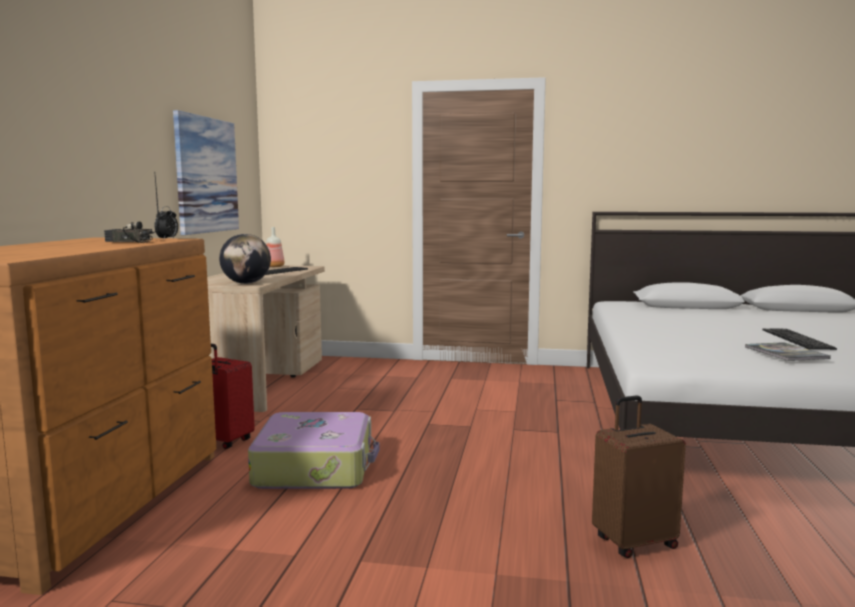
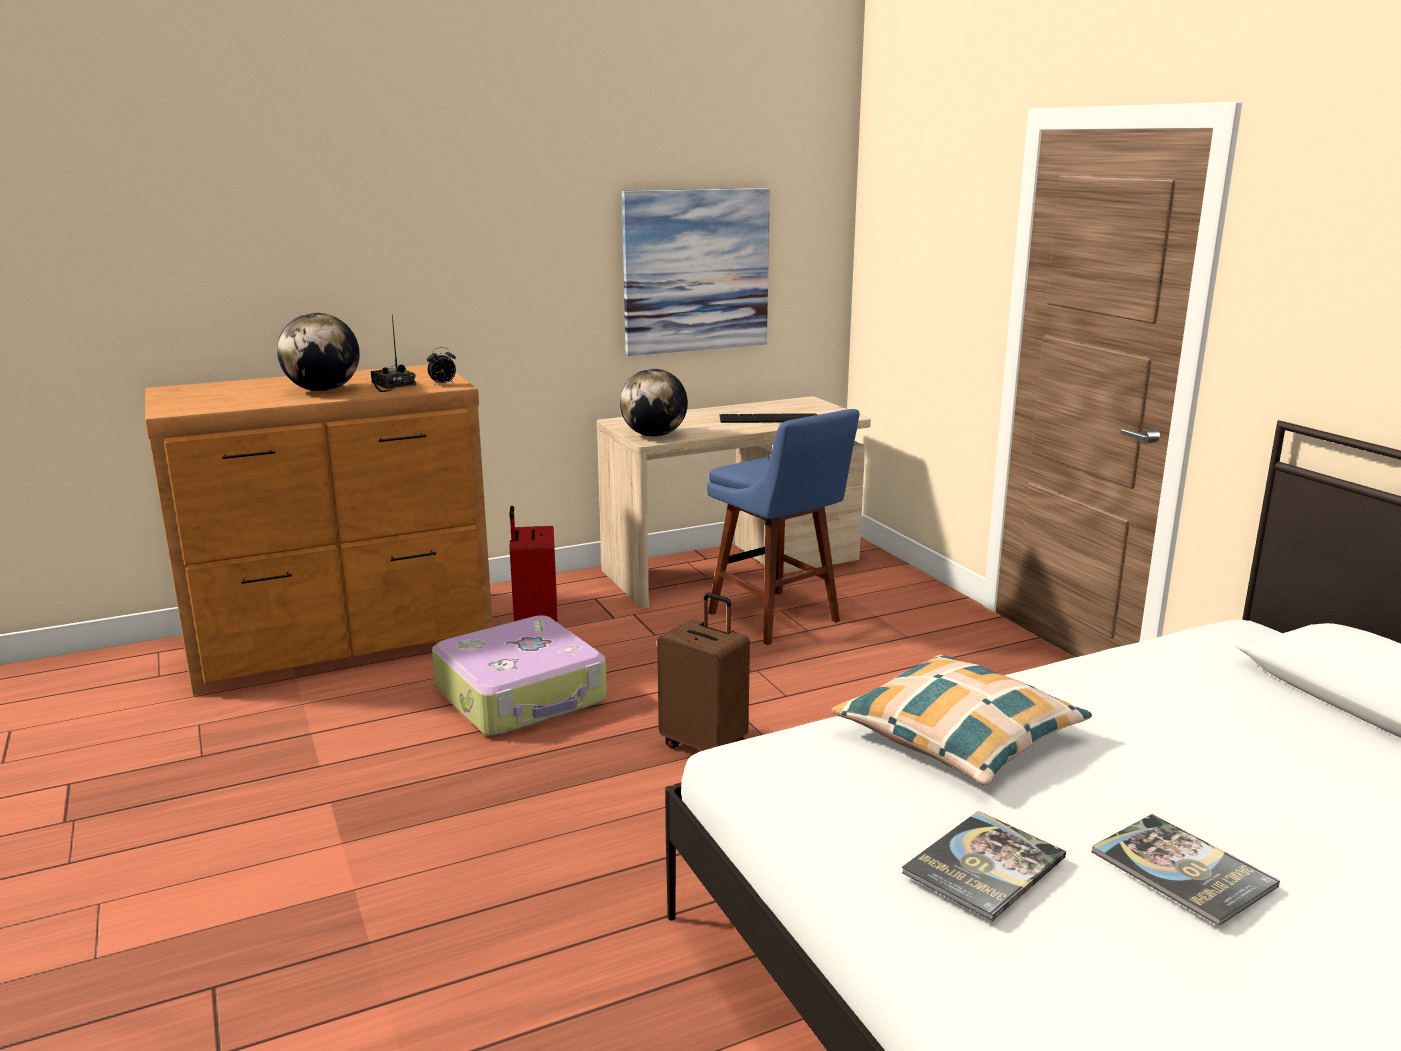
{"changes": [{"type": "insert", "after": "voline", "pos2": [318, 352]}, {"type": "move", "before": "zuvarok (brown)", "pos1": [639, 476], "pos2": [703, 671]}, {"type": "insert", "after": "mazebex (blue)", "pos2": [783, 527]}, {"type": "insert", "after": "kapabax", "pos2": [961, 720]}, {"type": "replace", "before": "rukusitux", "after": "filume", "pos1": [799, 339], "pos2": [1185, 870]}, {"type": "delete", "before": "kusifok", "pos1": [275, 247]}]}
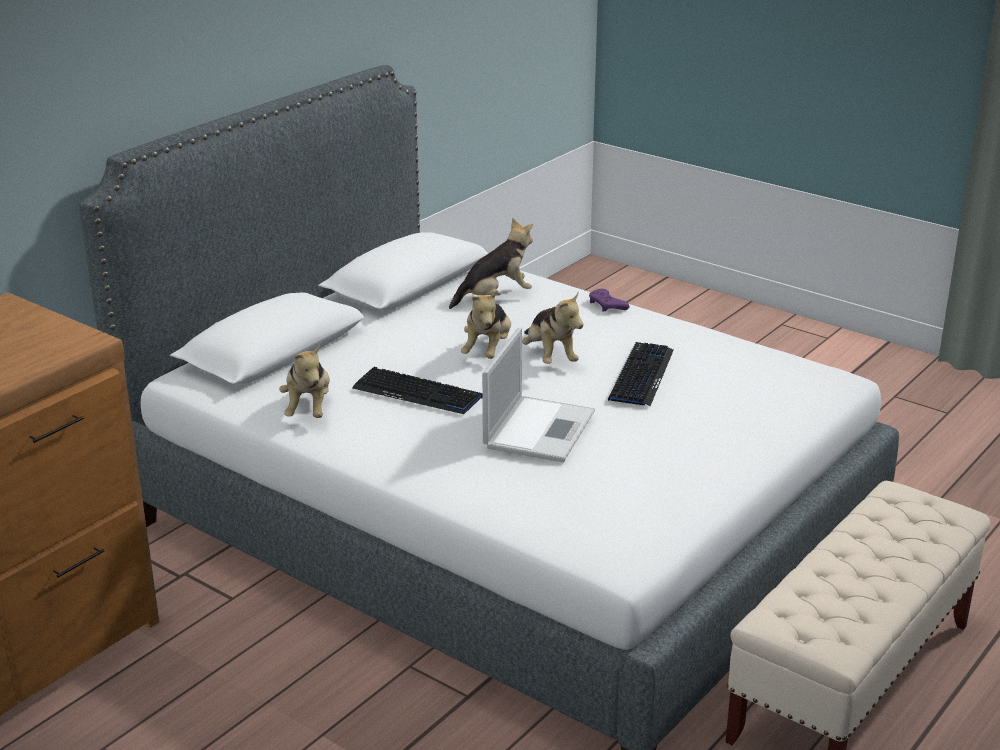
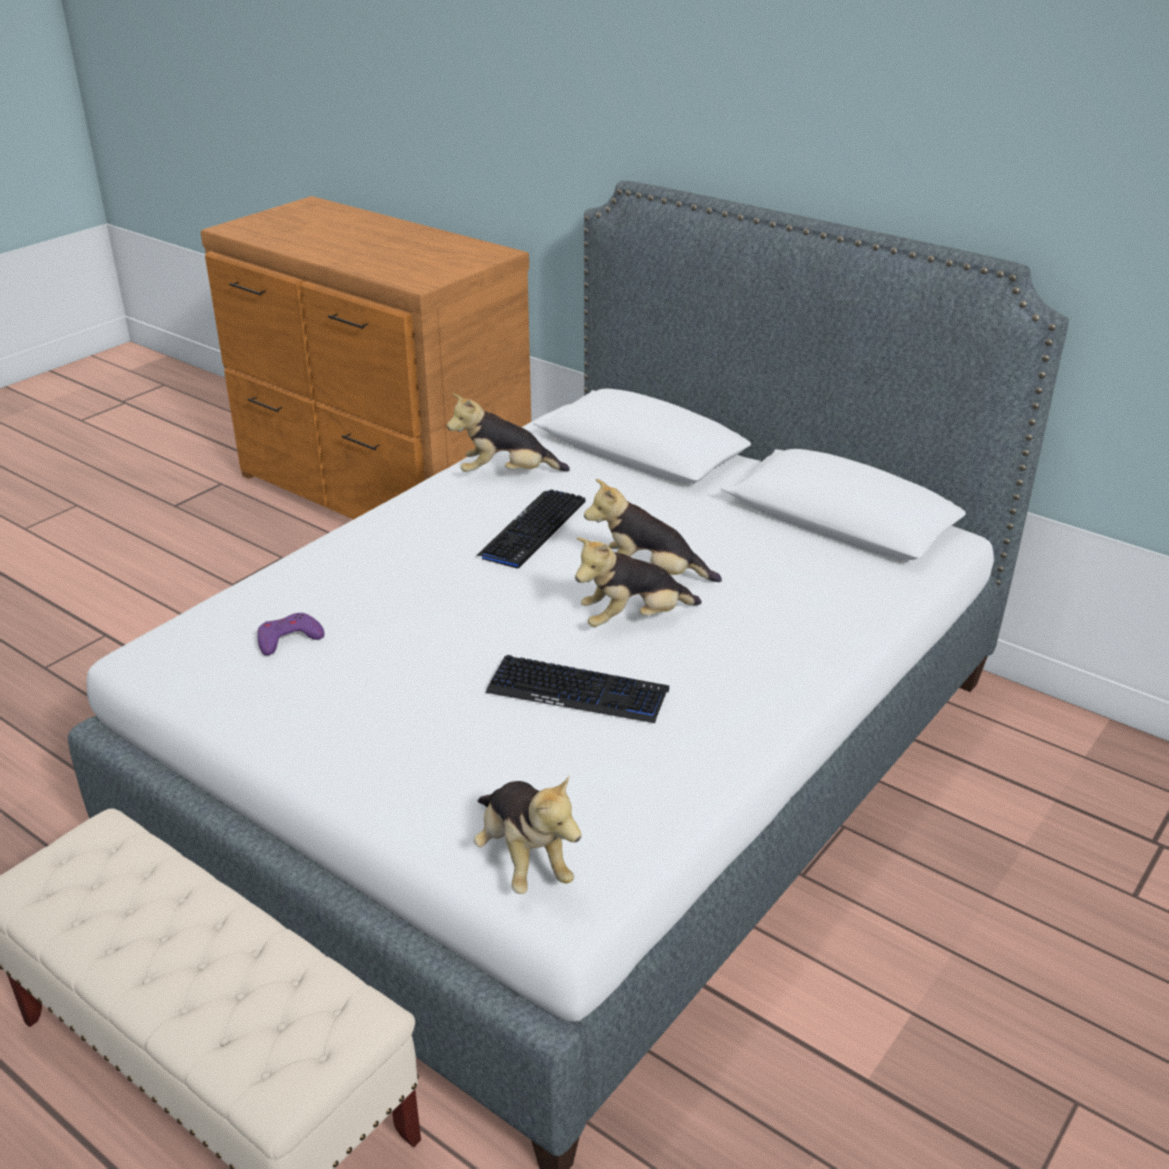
{"changes": [{"type": "move", "before": "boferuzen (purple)", "pos1": [609, 300], "pos2": [290, 634]}, {"type": "move", "before": "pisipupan", "pos1": [491, 263], "pos2": [527, 834]}, {"type": "delete", "before": "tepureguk", "pos1": [538, 394]}]}
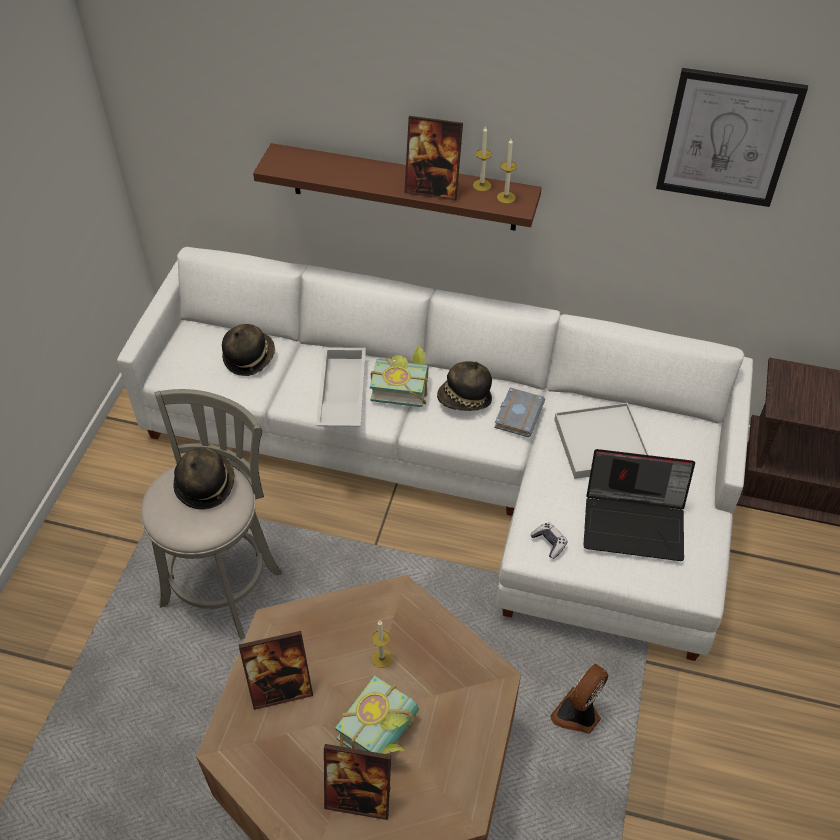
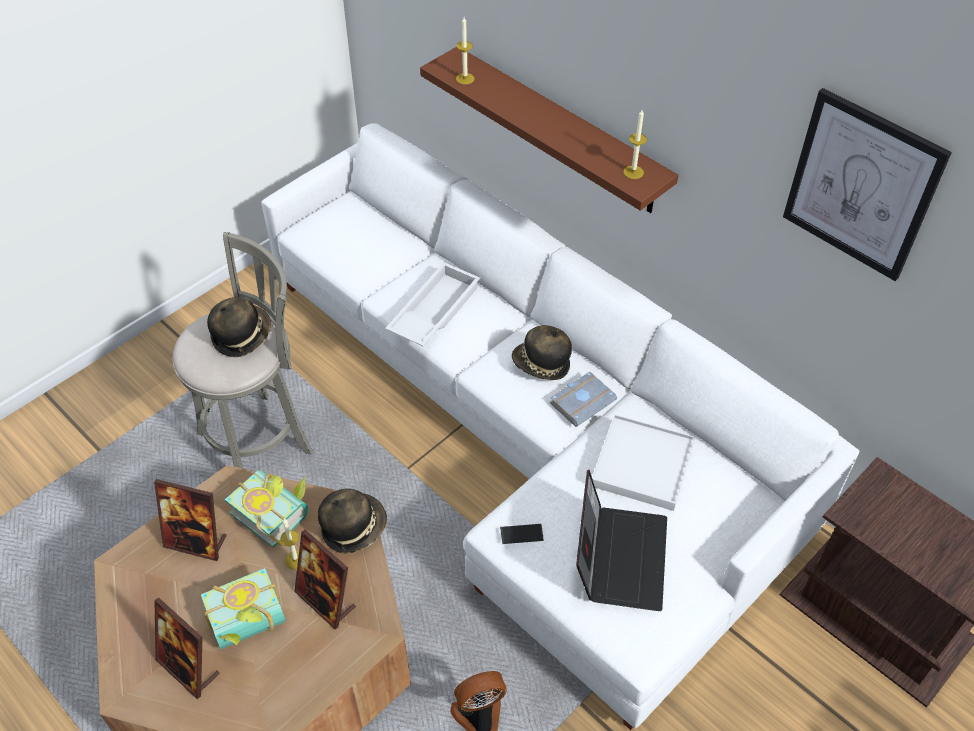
{"changes": [{"type": "move", "before": "filume", "pos1": [399, 376], "pos2": [266, 509]}, {"type": "move", "before": "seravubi", "pos1": [433, 158], "pos2": [325, 579]}, {"type": "move", "before": "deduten", "pos1": [248, 350], "pos2": [352, 521]}, {"type": "move", "before": "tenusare", "pos1": [482, 158], "pos2": [465, 51]}, {"type": "replace", "before": "boferuzen", "after": "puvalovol", "pos1": [548, 540], "pos2": [522, 534]}, {"type": "rotate", "before": "tepureguk", "pos1": [639, 505], "pos2": [621, 540], "turn": -120}]}
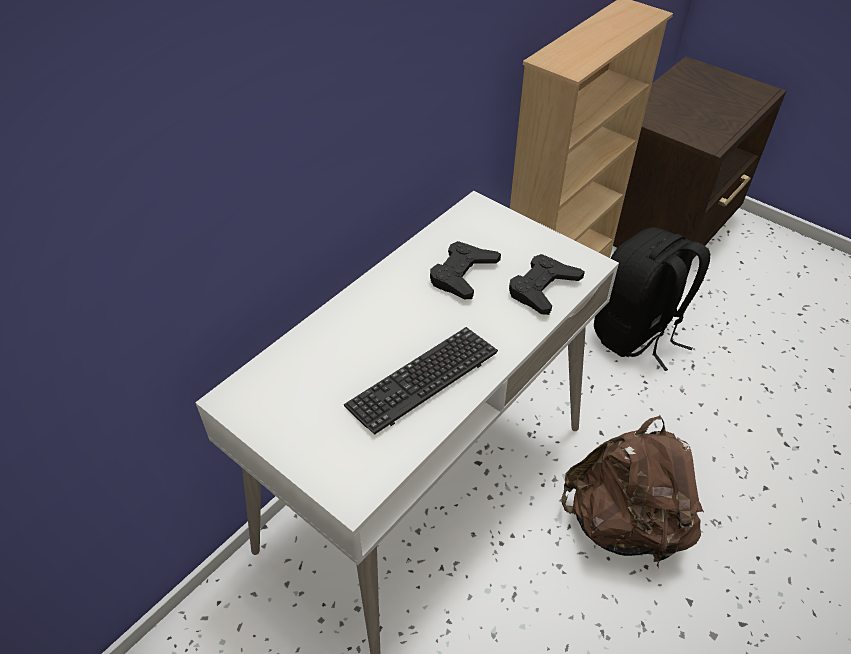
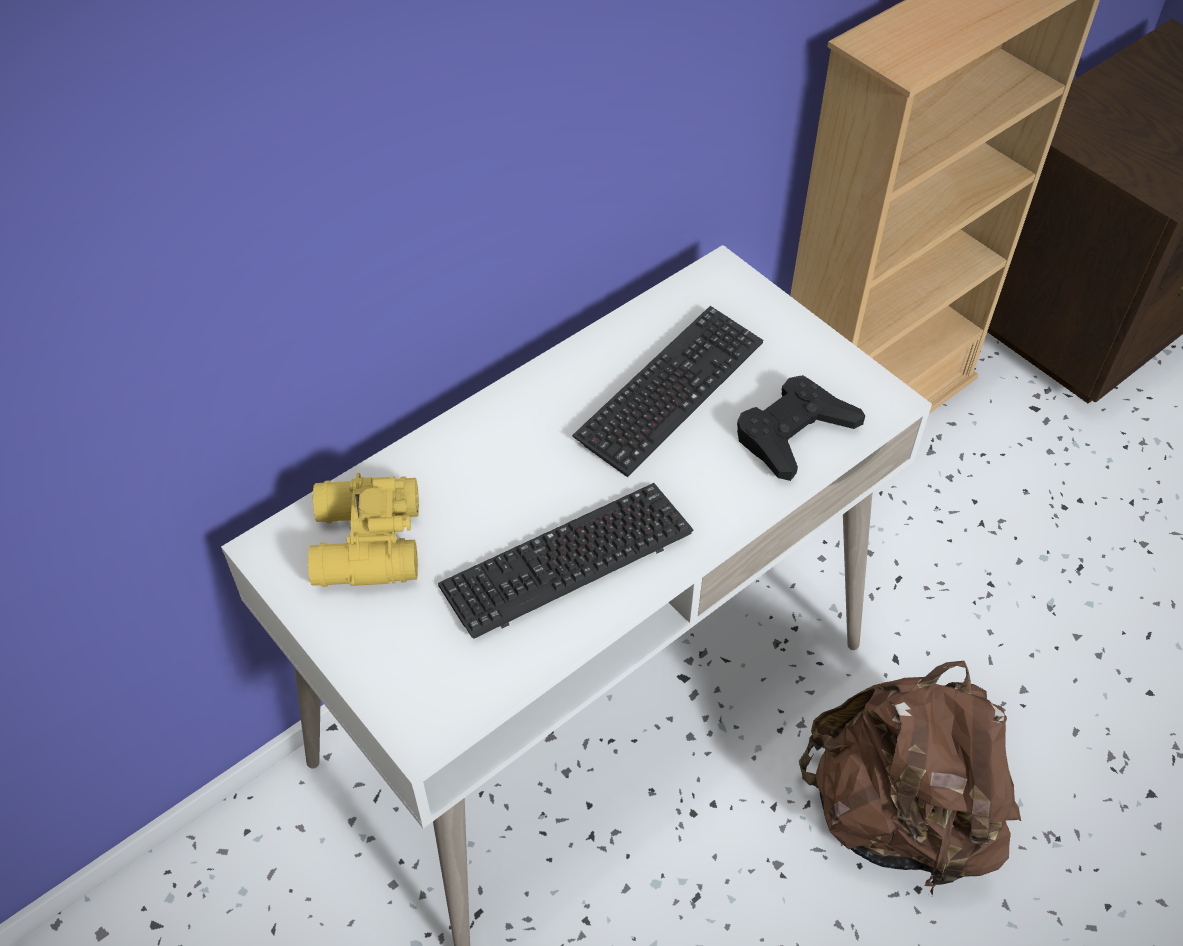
{"changes": [{"type": "insert", "after": "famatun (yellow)", "pos2": [363, 530]}, {"type": "replace", "before": "boferuzen (black)", "after": "rukusitux", "pos1": [465, 270], "pos2": [667, 391]}, {"type": "delete", "before": "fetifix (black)", "pos1": [652, 299]}]}
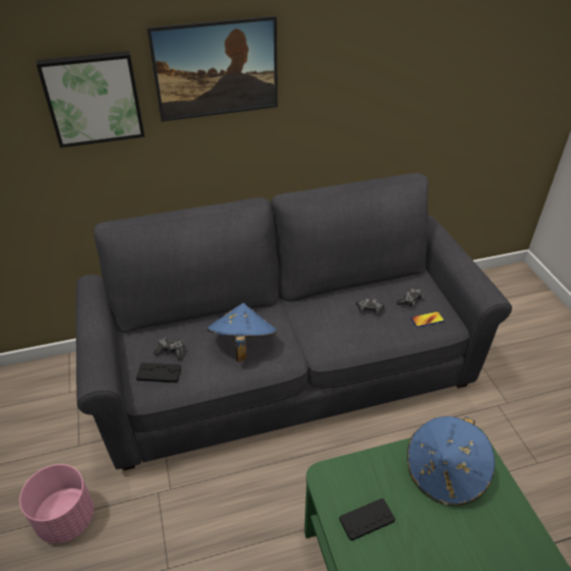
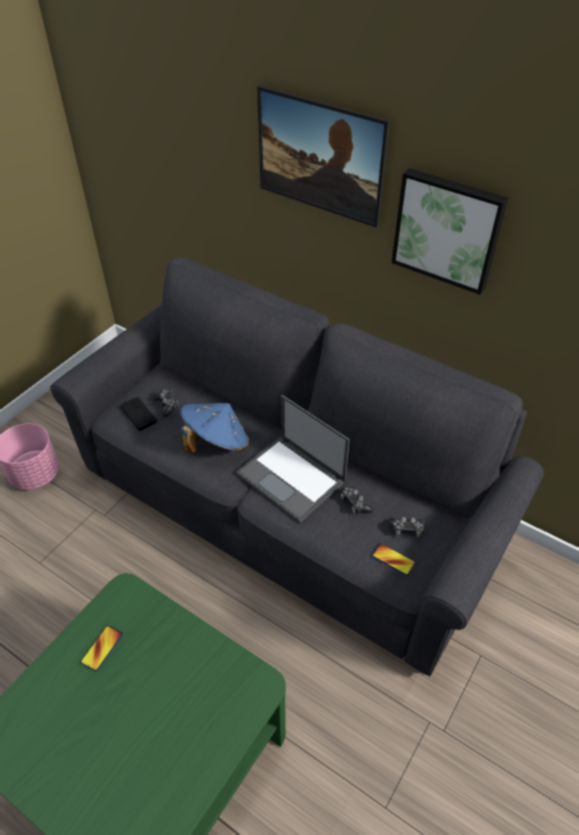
{"changes": [{"type": "replace", "before": "boferuzen (black)", "after": "puvalovol", "pos1": [367, 519], "pos2": [101, 648]}, {"type": "insert", "after": "tepureguk", "pos2": [293, 459]}, {"type": "move", "before": "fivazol", "pos1": [90, 99], "pos2": [450, 231]}, {"type": "delete", "before": "deduten (blue)", "pos1": [451, 461]}]}
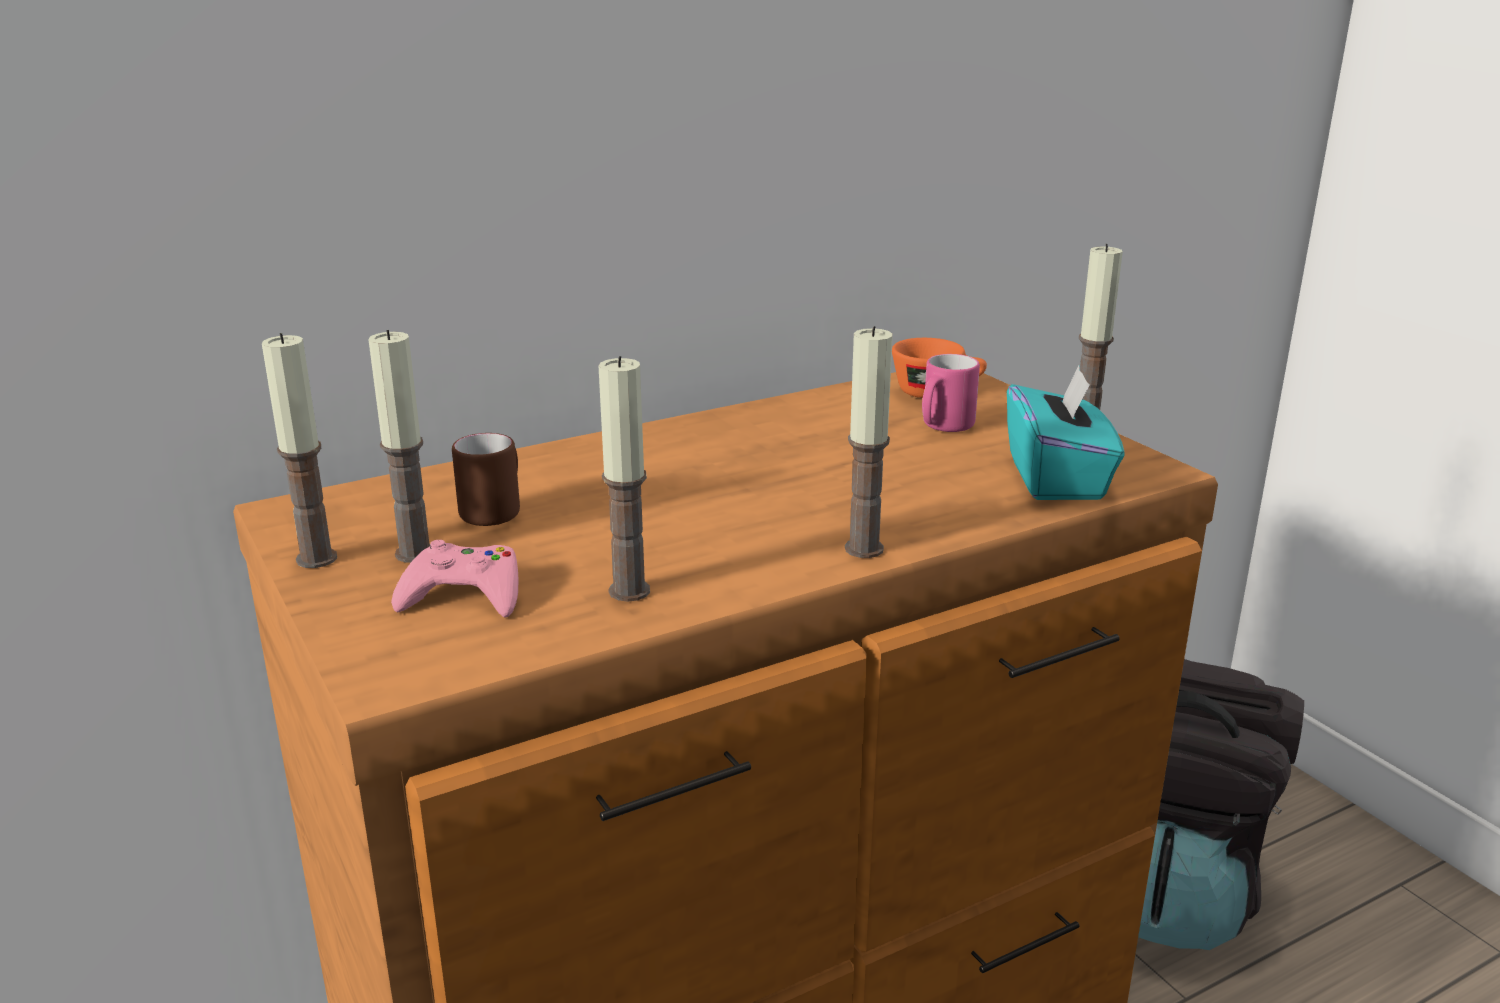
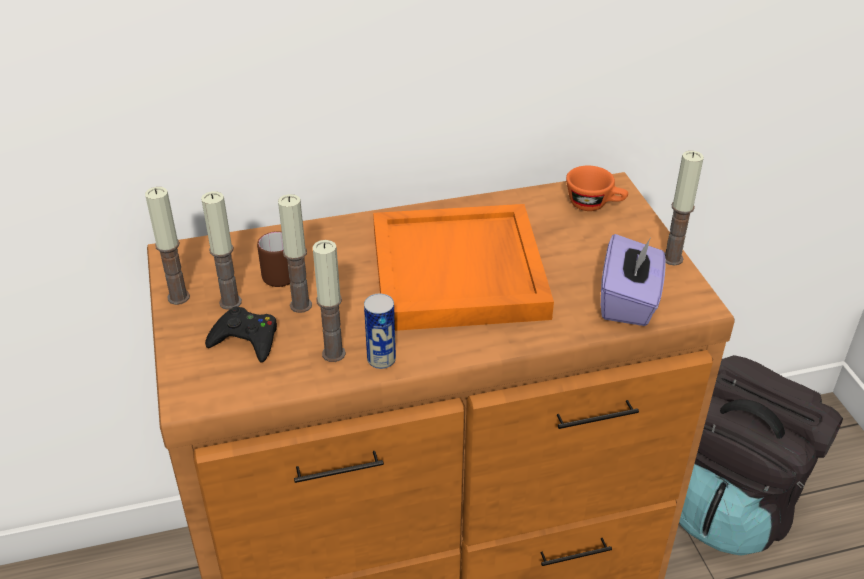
{"changes": [{"type": "recolor", "before": "boferuzen (pink)", "after": "boferuzen (black)", "pos1": [455, 578], "pos2": [241, 335]}, {"type": "move", "before": "tenusare", "pos1": [869, 442], "pos2": [295, 253]}, {"type": "insert", "after": "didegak", "pos2": [380, 331]}, {"type": "insert", "after": "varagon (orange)", "pos2": [463, 267]}, {"type": "recolor", "before": "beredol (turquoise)", "after": "beredol (purple)", "pos1": [1065, 433], "pos2": [633, 280]}, {"type": "delete", "before": "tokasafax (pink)", "pos1": [951, 393]}]}
